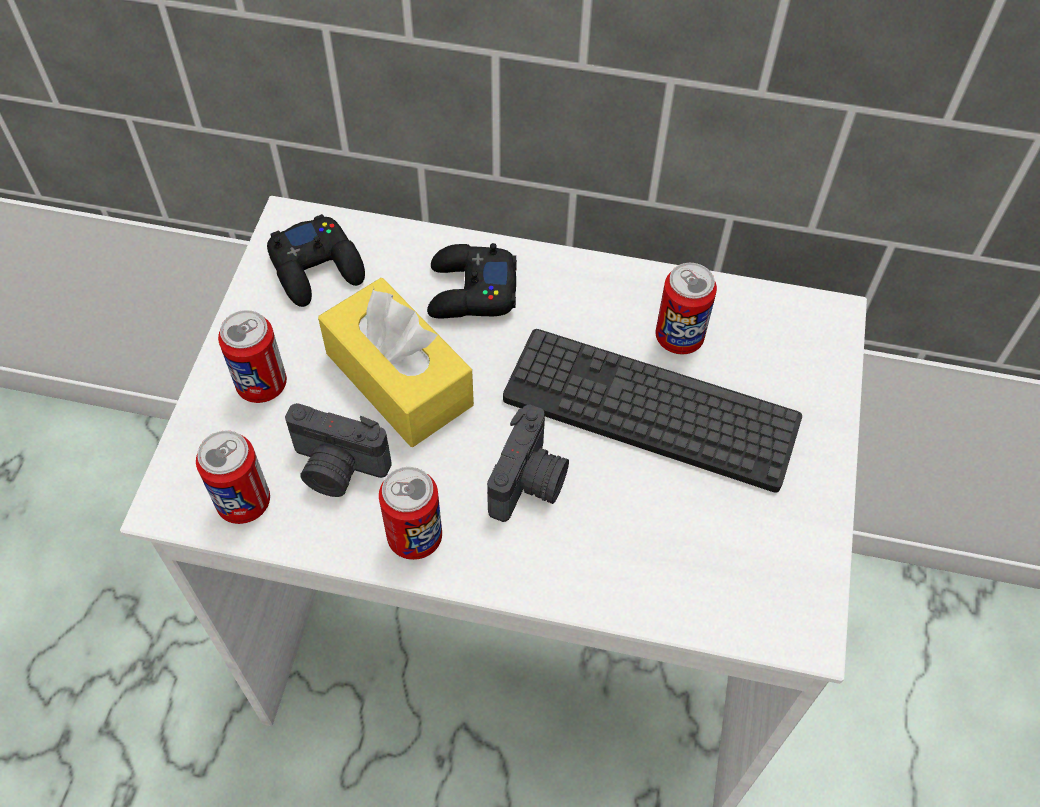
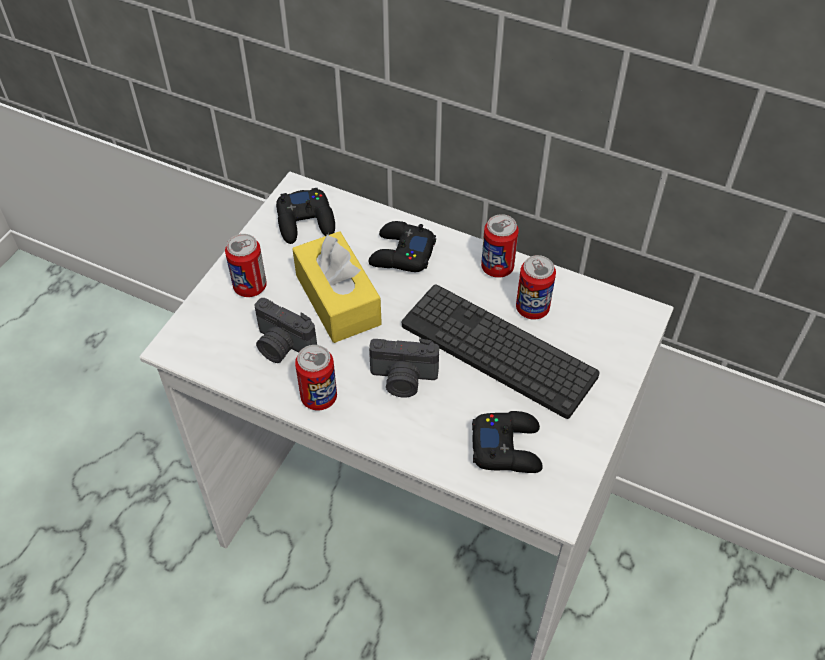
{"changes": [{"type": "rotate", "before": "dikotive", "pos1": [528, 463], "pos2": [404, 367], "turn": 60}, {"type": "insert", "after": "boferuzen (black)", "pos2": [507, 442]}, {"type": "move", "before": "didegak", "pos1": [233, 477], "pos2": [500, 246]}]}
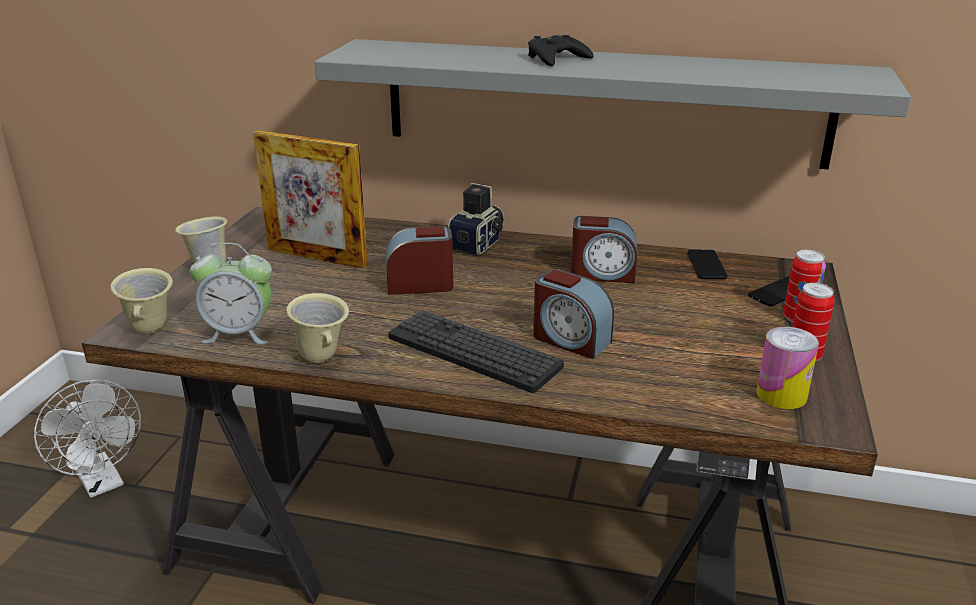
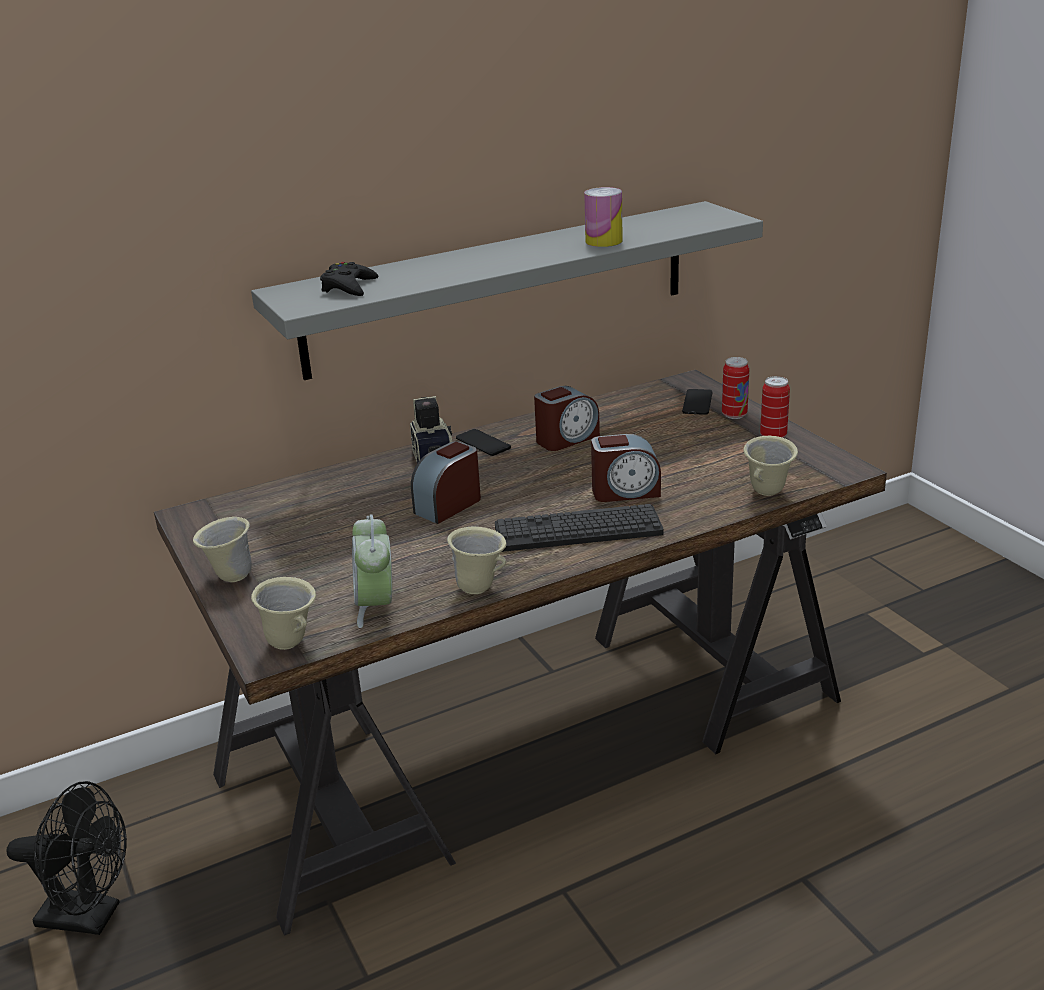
{"changes": [{"type": "recolor", "before": "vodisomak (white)", "after": "vodisomak (black)", "pos1": [87, 439], "pos2": [66, 858]}, {"type": "move", "before": "boferuzen (black)", "pos1": [561, 50], "pos2": [349, 279]}, {"type": "rotate", "before": "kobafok", "pos1": [231, 293], "pos2": [372, 571], "turn": 120}, {"type": "move", "before": "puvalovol", "pos1": [707, 264], "pos2": [483, 442]}, {"type": "move", "before": "didegak", "pos1": [787, 368], "pos2": [603, 217]}, {"type": "insert", "after": "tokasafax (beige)", "pos2": [771, 466]}, {"type": "delete", "before": "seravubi", "pos1": [310, 199]}]}
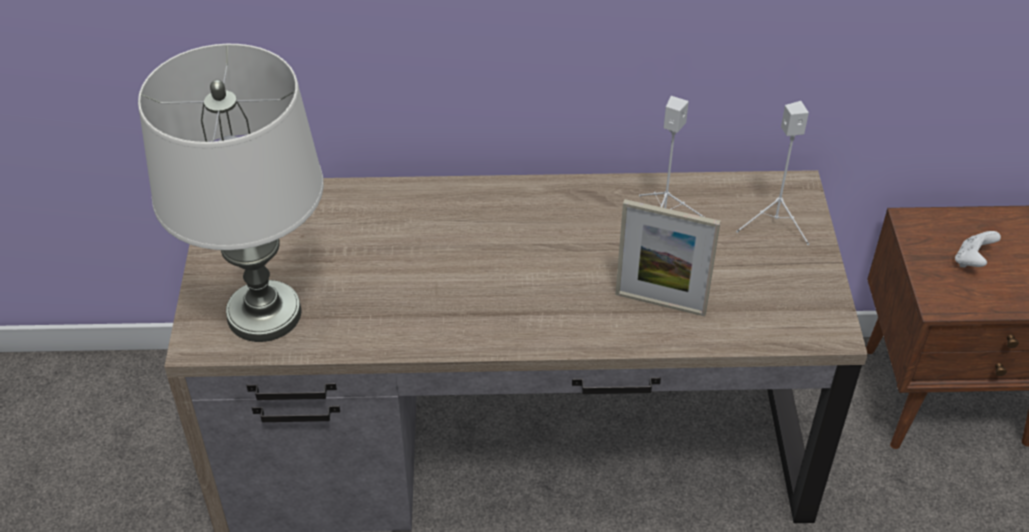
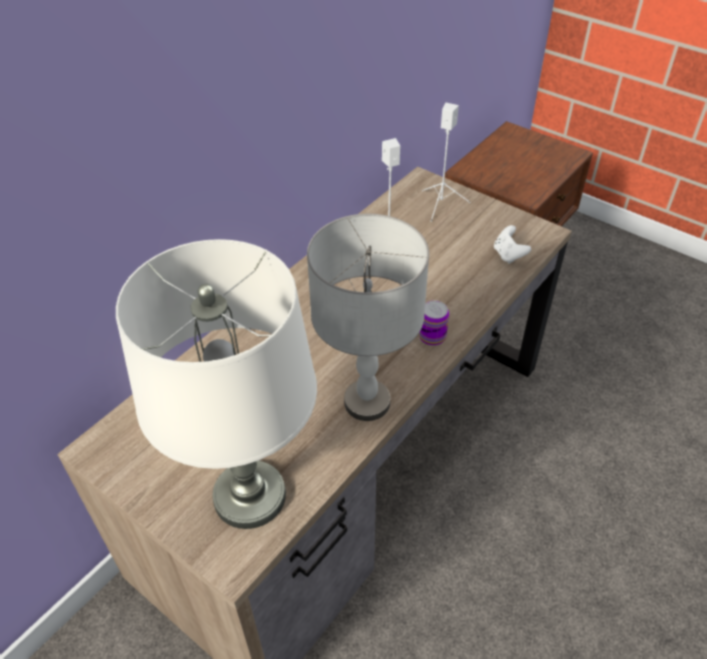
{"changes": [{"type": "insert", "after": "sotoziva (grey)", "pos2": [368, 317]}, {"type": "insert", "after": "didegak", "pos2": [434, 323]}, {"type": "move", "before": "boferuzen (white)", "pos1": [978, 249], "pos2": [512, 244]}, {"type": "delete", "before": "seravubi", "pos1": [668, 258]}]}
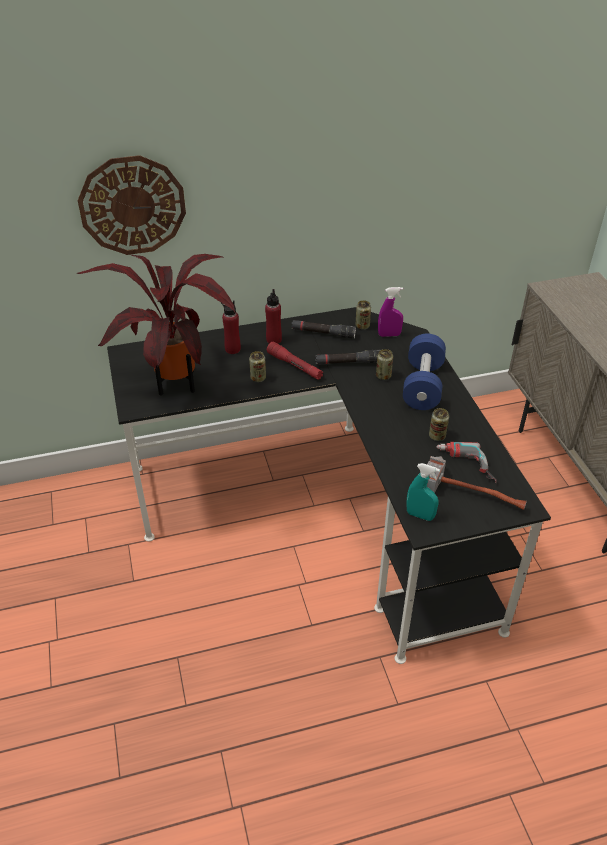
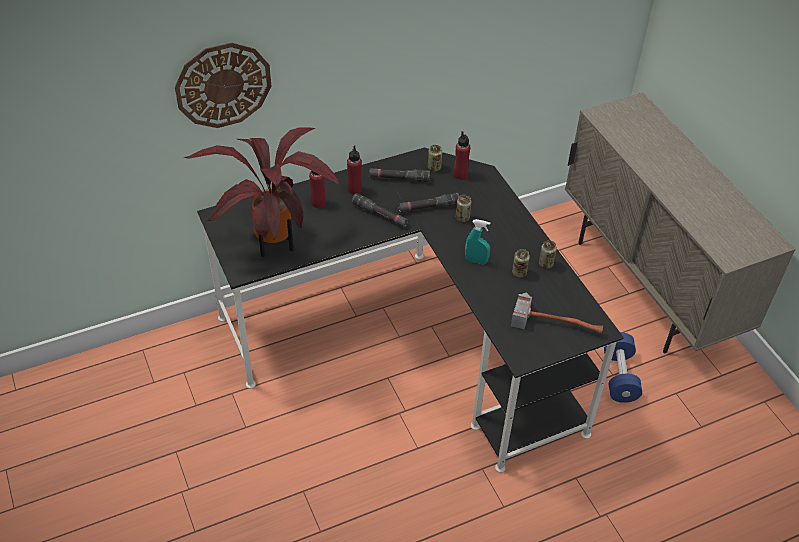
{"changes": [{"type": "recolor", "before": "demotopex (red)", "after": "demotopex (black)", "pos1": [295, 361], "pos2": [380, 210]}, {"type": "replace", "before": "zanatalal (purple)", "after": "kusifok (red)", "pos1": [390, 312], "pos2": [462, 155]}, {"type": "move", "before": "zanatalal (turquoise)", "pos1": [423, 492], "pos2": [477, 241]}, {"type": "move", "before": "didegak", "pos1": [257, 366], "pos2": [548, 254]}, {"type": "move", "before": "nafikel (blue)", "pos1": [424, 372], "pos2": [623, 367]}, {"type": "delete", "before": "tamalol", "pos1": [466, 462]}]}
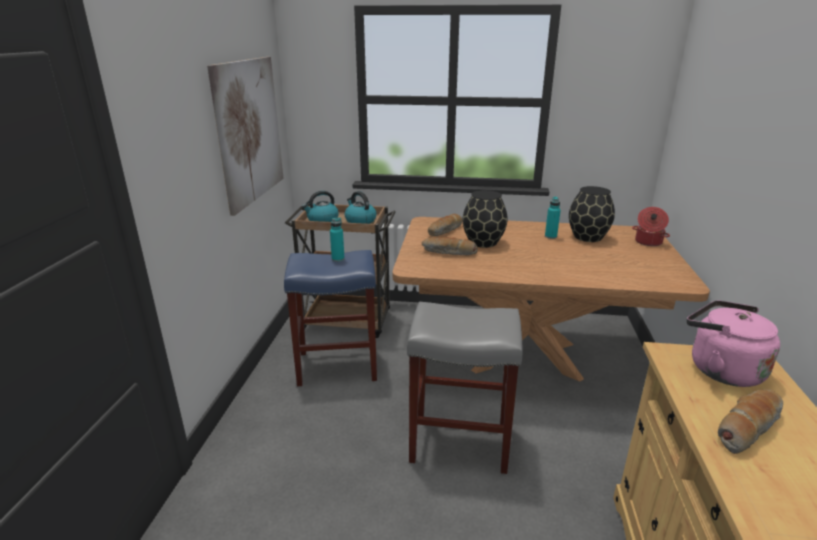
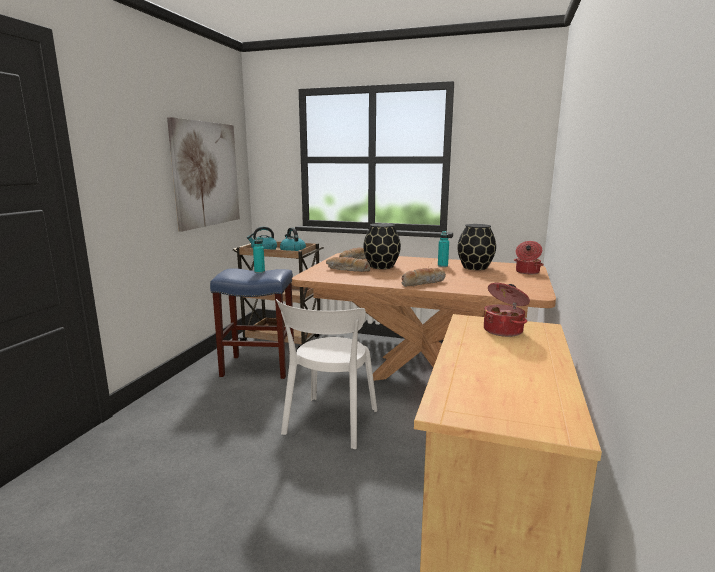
{"changes": [{"type": "replace", "before": "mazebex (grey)", "after": "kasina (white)", "pos1": [464, 388], "pos2": [326, 374]}, {"type": "move", "before": "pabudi", "pos1": [750, 421], "pos2": [424, 277]}, {"type": "replace", "before": "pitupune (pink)", "after": "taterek", "pos1": [733, 343], "pos2": [507, 310]}]}
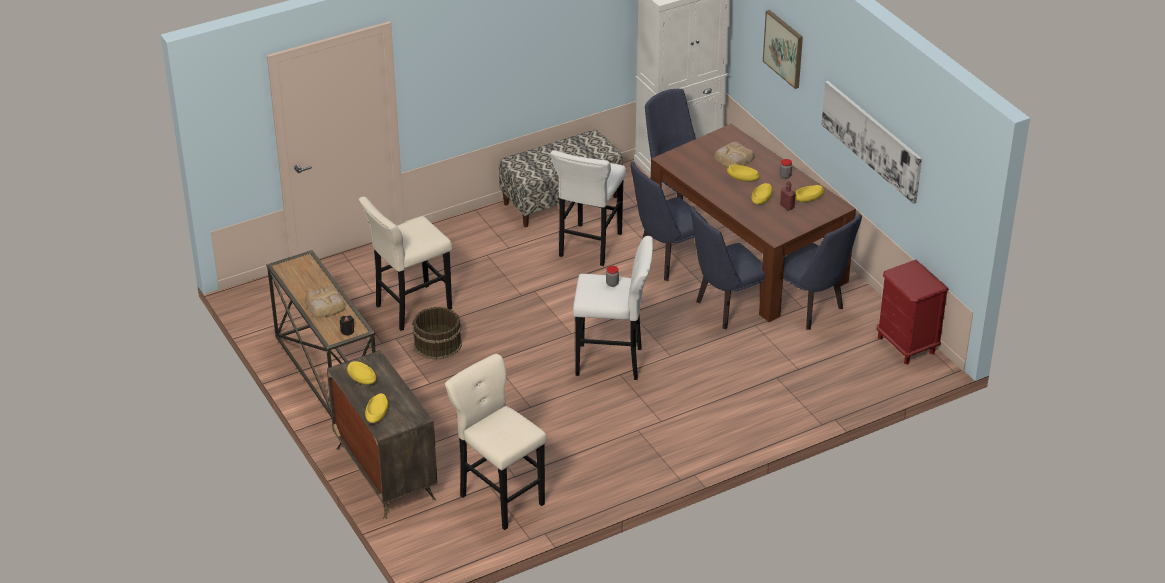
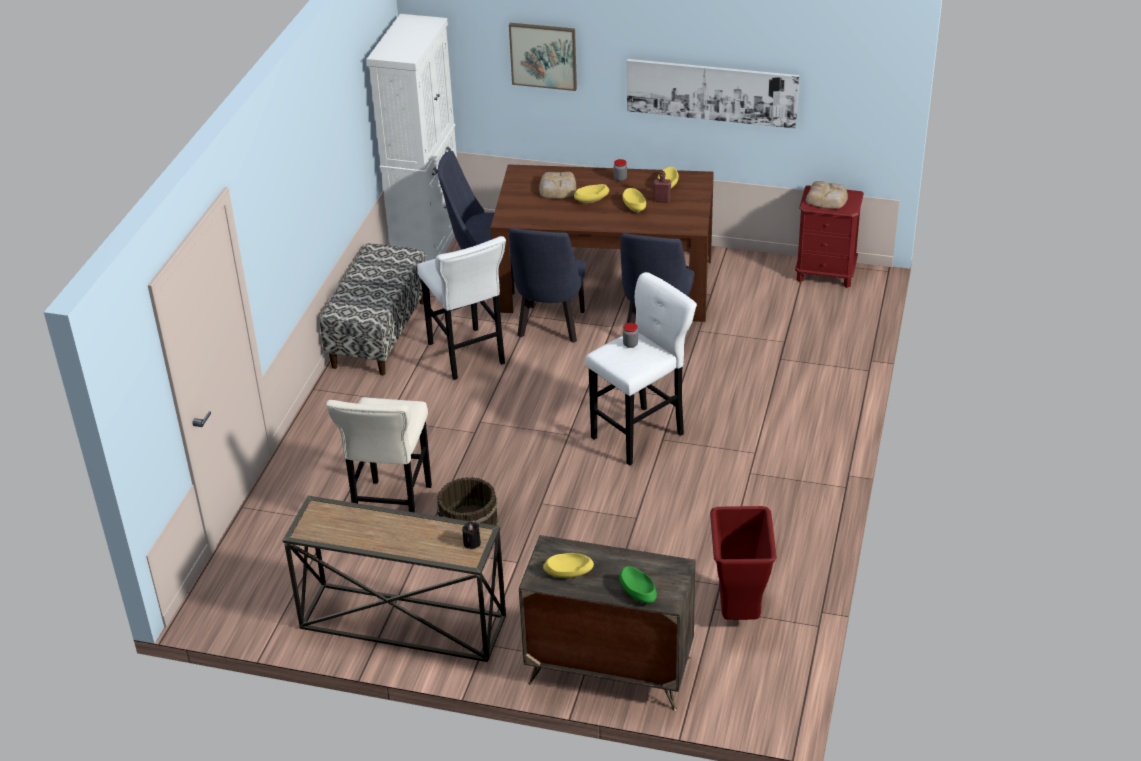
{"changes": [{"type": "recolor", "before": "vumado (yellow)", "after": "vumado (green)", "pos1": [376, 408], "pos2": [638, 585]}, {"type": "replace", "before": "mazebex (beige)", "after": "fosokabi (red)", "pos1": [496, 442], "pos2": [743, 563]}, {"type": "move", "before": "pabudi", "pos1": [325, 301], "pos2": [827, 195]}, {"type": "delete", "before": "kasina (blue)", "pos1": [822, 272]}]}
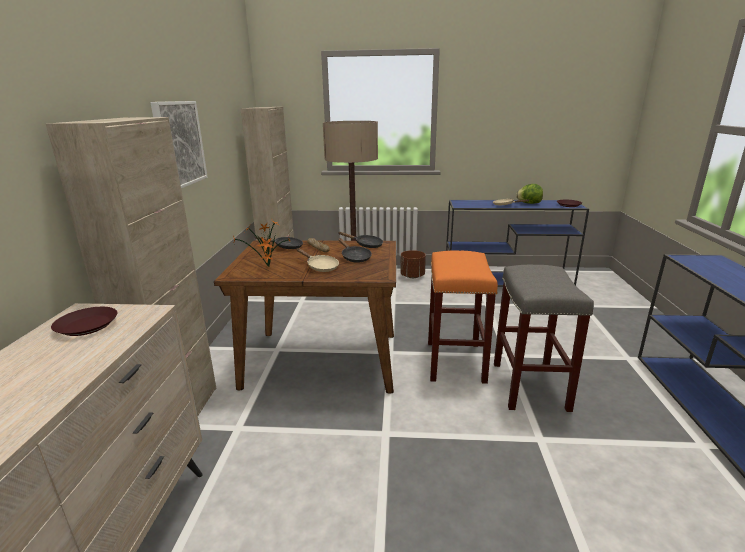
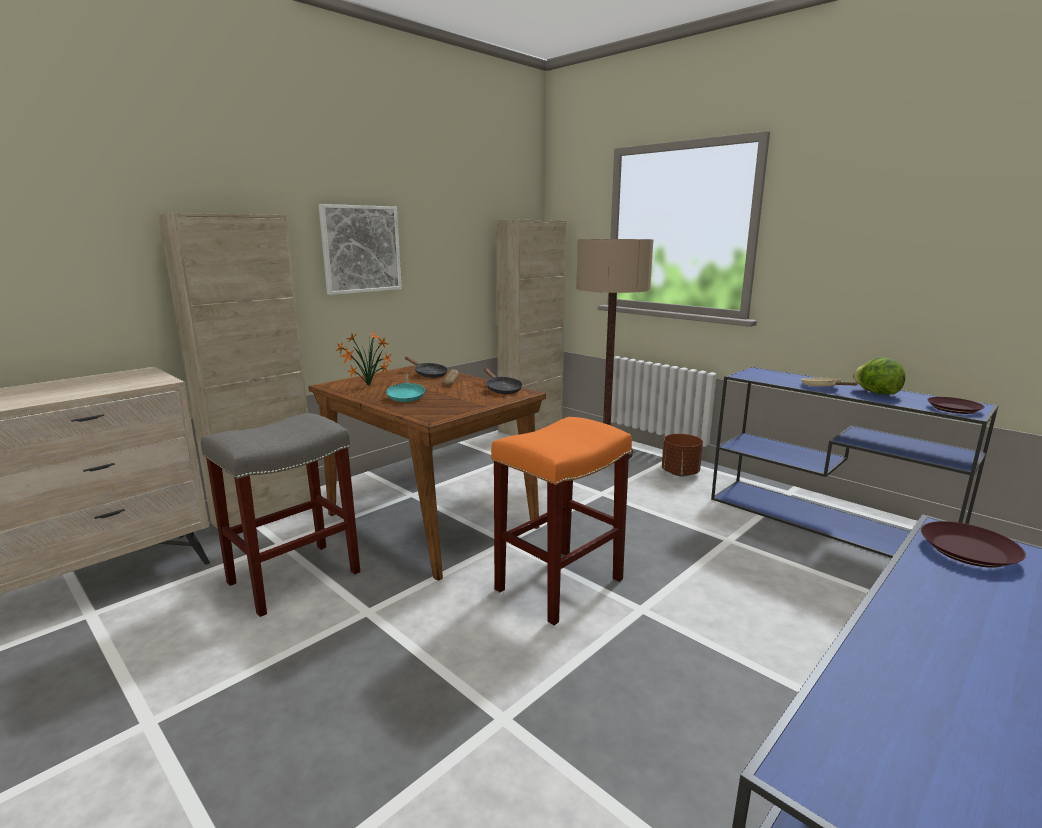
{"changes": [{"type": "move", "before": "mazebex (grey)", "pos1": [544, 338], "pos2": [280, 515]}, {"type": "recolor", "before": "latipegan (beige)", "after": "latipegan (turquoise)", "pos1": [317, 260], "pos2": [406, 387]}, {"type": "move", "before": "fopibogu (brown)", "pos1": [84, 321], "pos2": [973, 544]}, {"type": "delete", "before": "latipegan (black)", "pos1": [355, 250]}]}
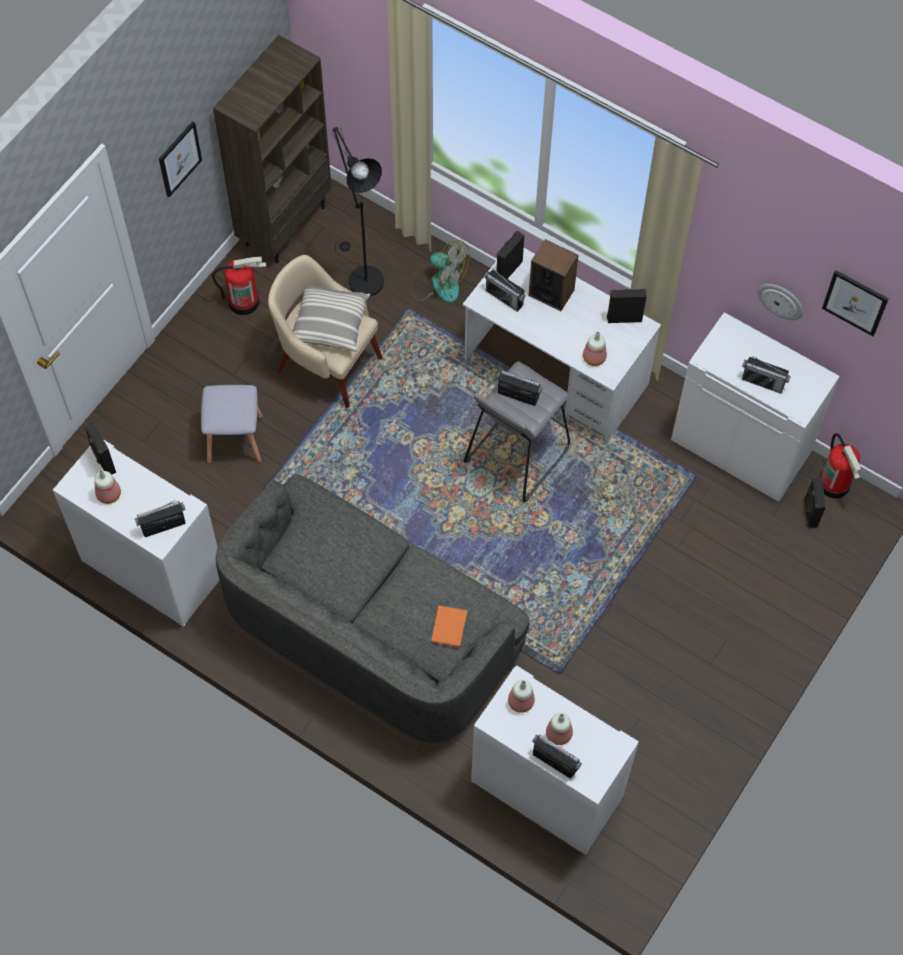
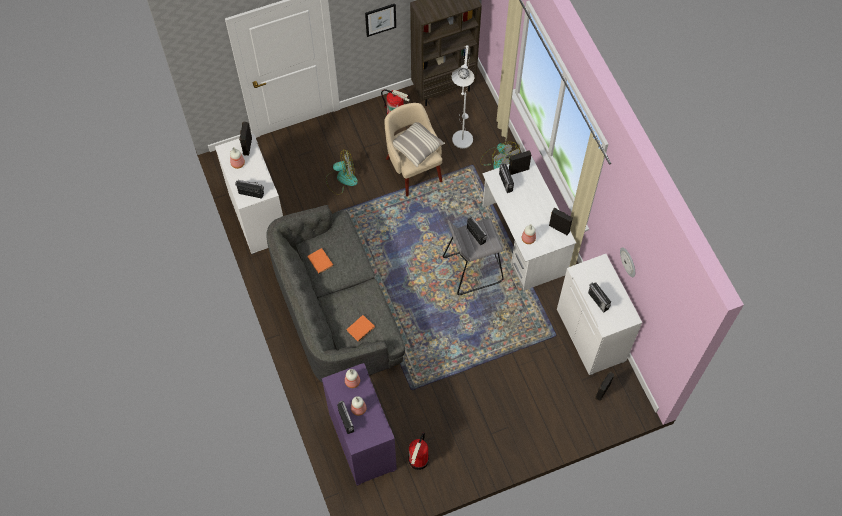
{"changes": [{"type": "insert", "after": "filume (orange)", "pos2": [320, 261]}, {"type": "recolor", "before": "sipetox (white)", "after": "sipetox (purple)", "pos1": [555, 760], "pos2": [359, 424]}, {"type": "replace", "before": "mazebex (grey)", "after": "vodisomak", "pos1": [232, 424], "pos2": [342, 172]}, {"type": "move", "before": "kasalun", "pos1": [840, 465], "pos2": [418, 451]}, {"type": "recolor", "before": "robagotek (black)", "after": "robagotek (white)", "pos1": [358, 211], "pos2": [462, 97]}, {"type": "delete", "before": "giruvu", "pos1": [553, 275]}, {"type": "delete", "before": "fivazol", "pos1": [855, 303]}]}
